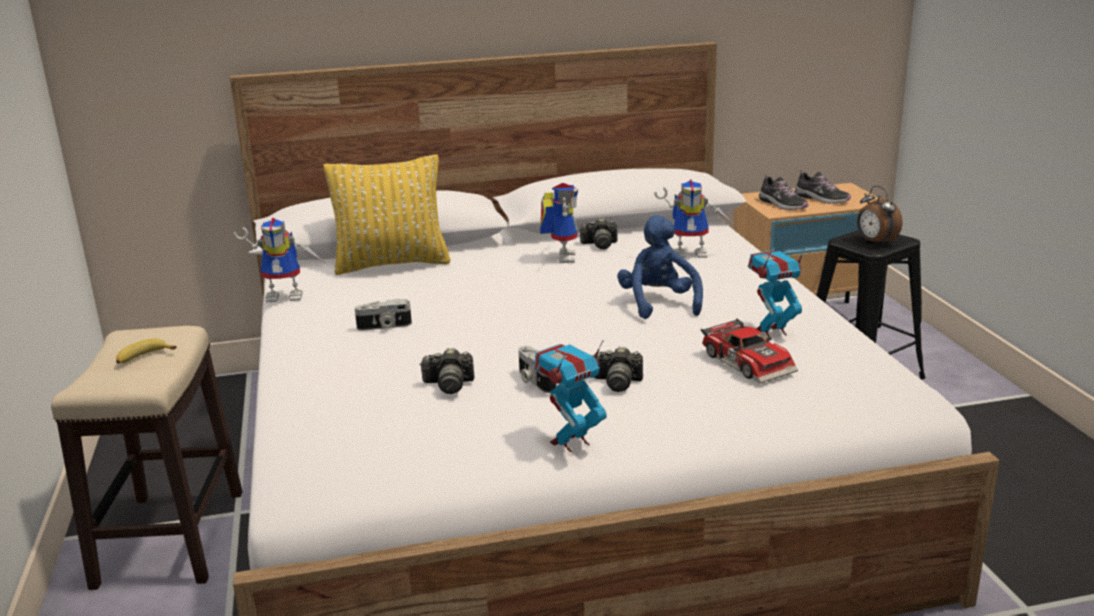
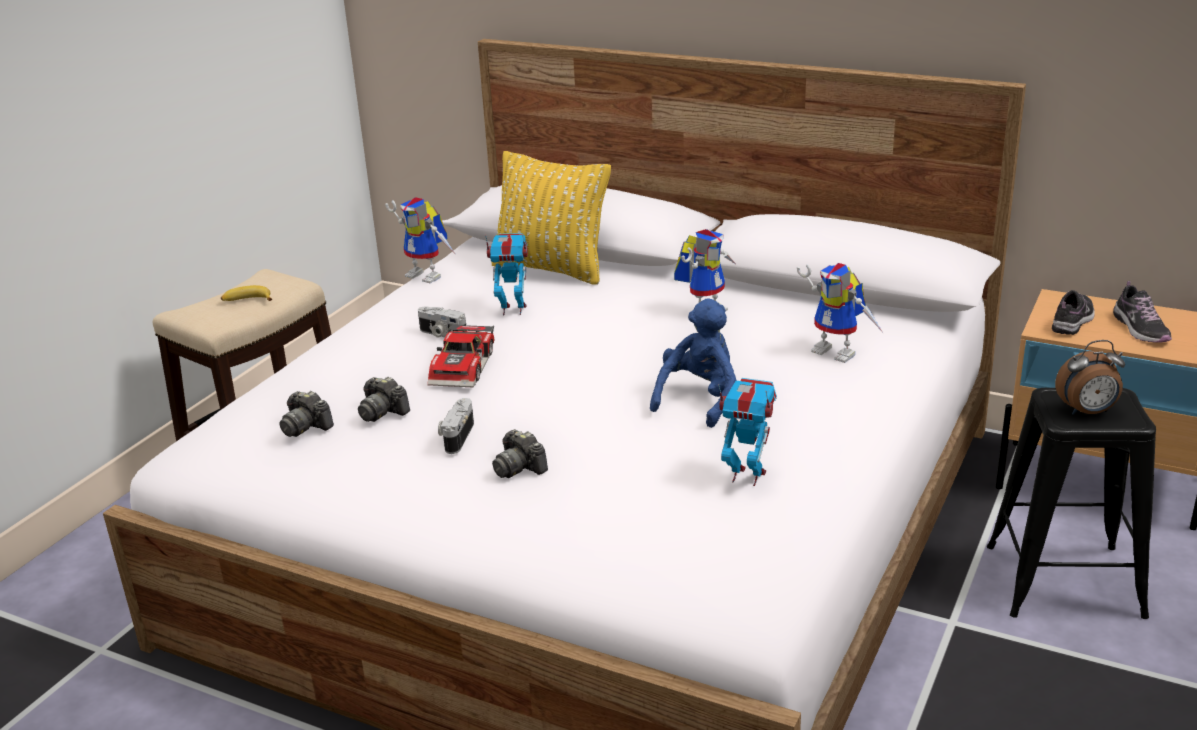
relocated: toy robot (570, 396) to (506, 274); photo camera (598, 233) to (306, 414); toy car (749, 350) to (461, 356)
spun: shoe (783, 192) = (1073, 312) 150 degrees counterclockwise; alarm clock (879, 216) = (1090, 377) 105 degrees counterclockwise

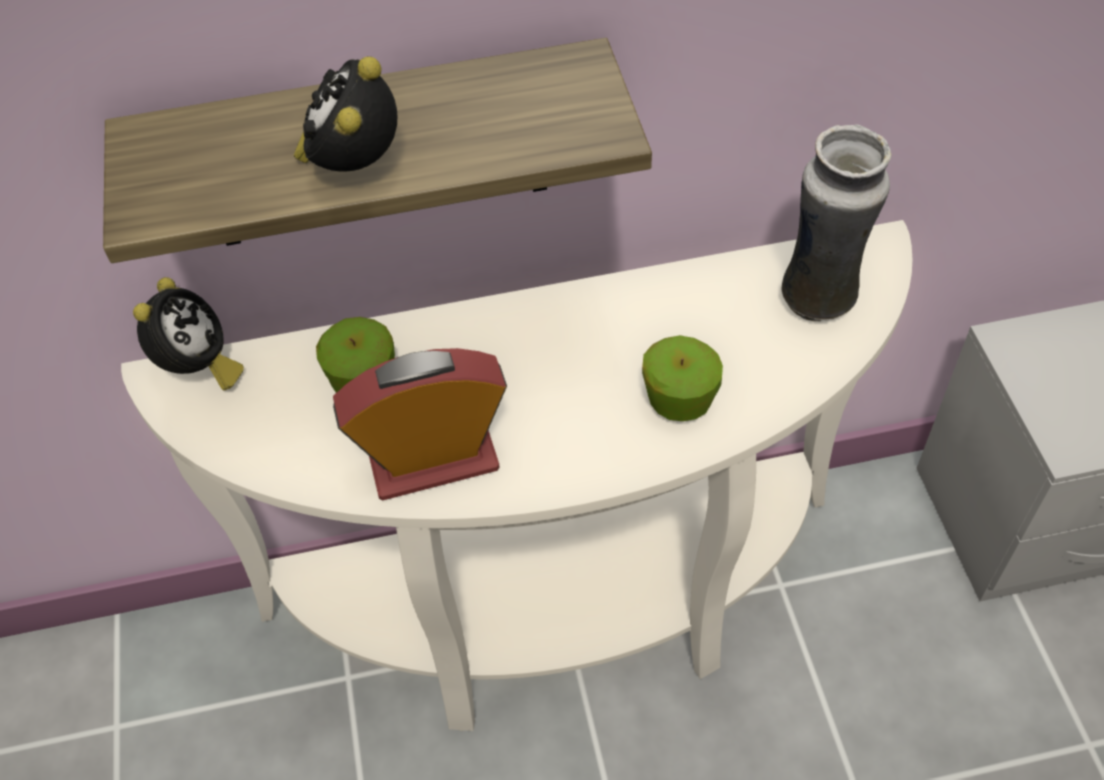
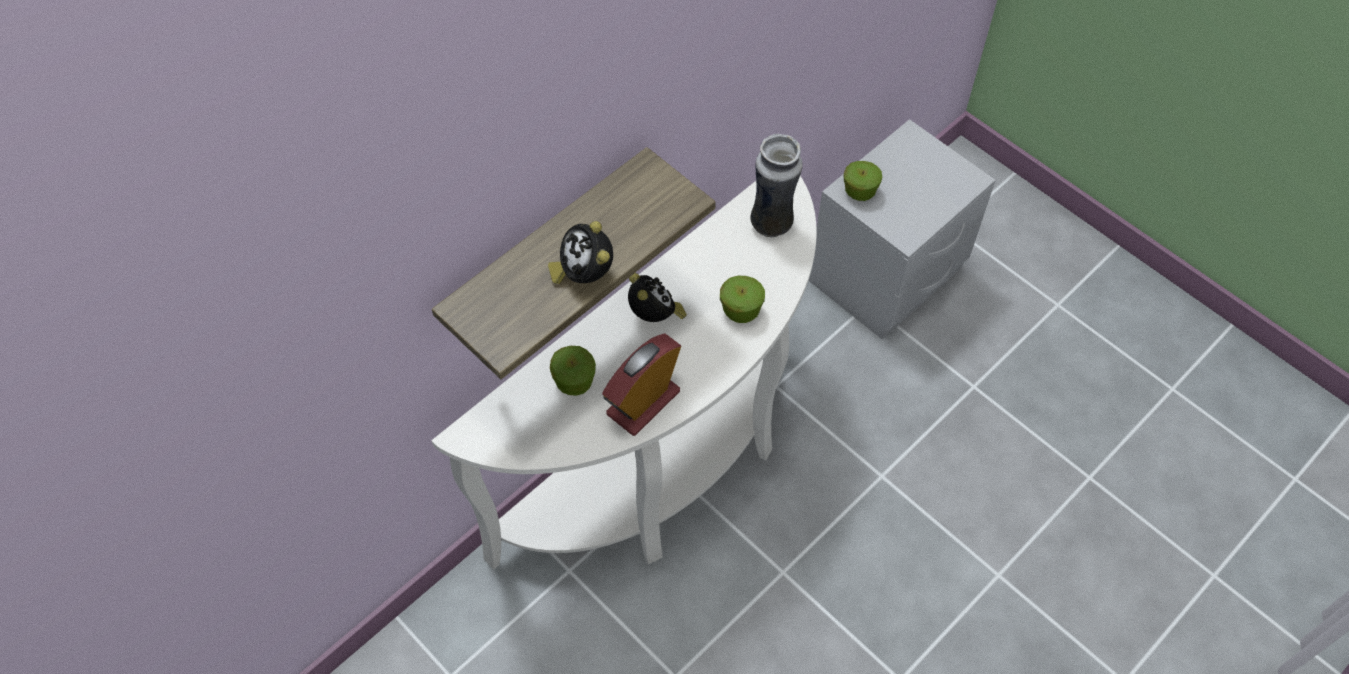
appeared: apple (862, 181)
relocated: alarm clock (188, 333) to (657, 297)

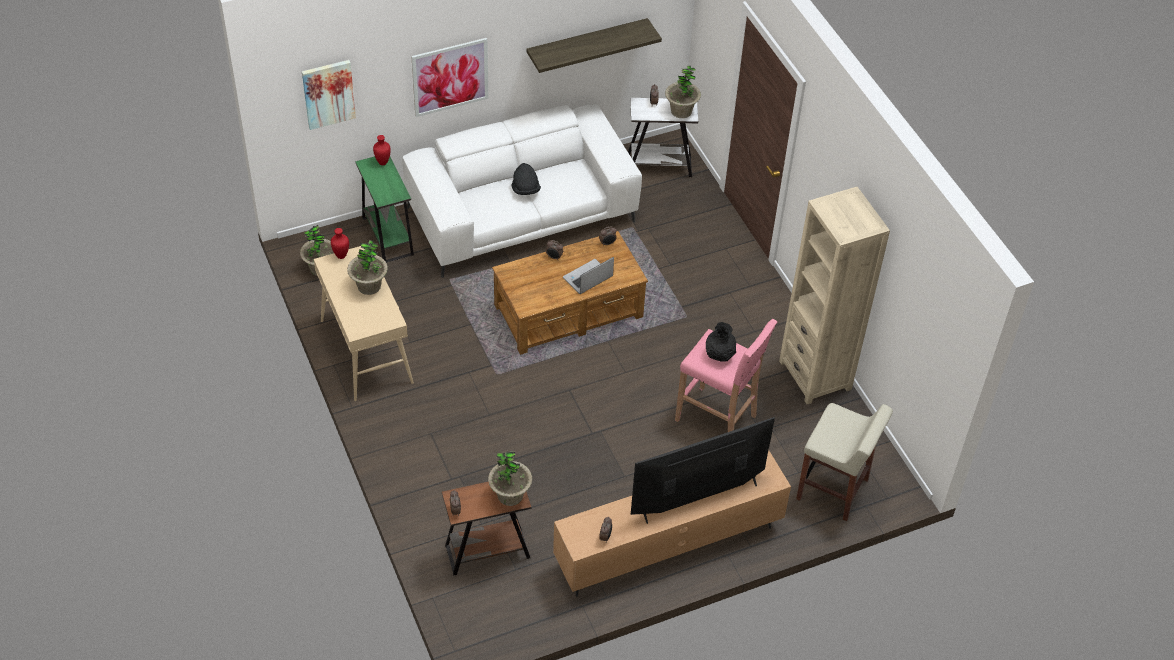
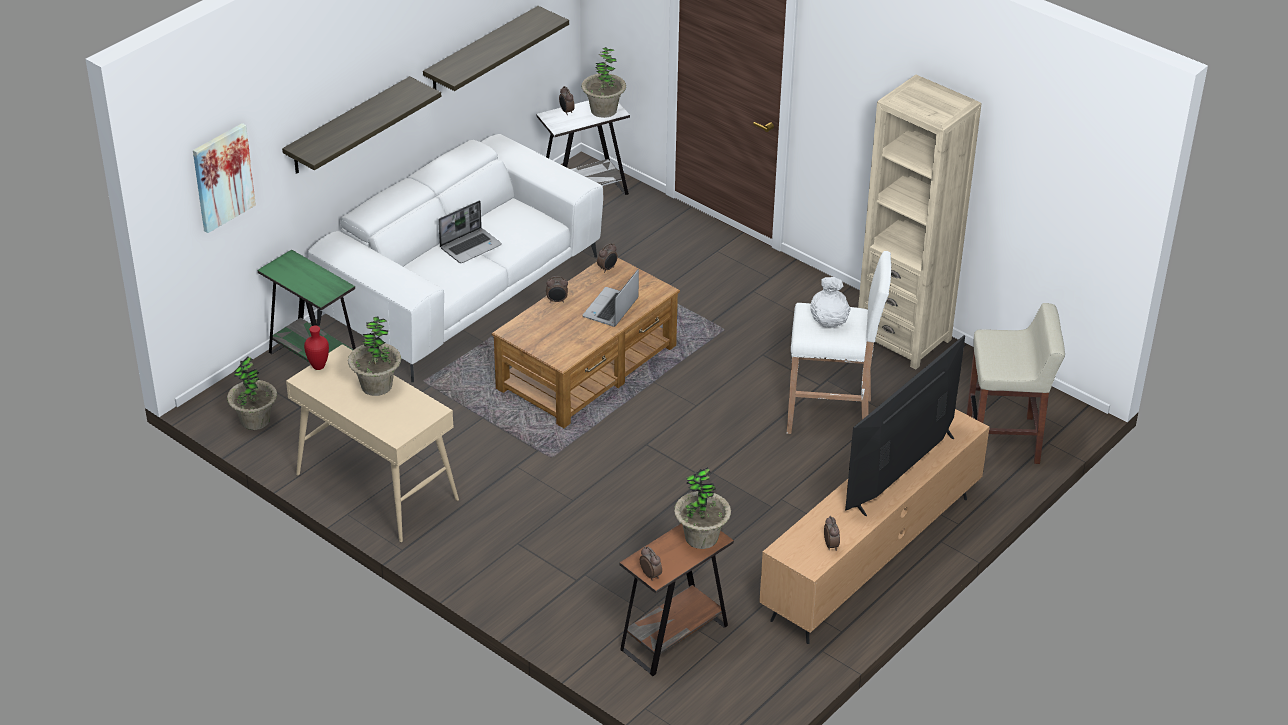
missing: red vase (382, 150)
exchanged: picture (449, 77) to shelf (361, 125); black hat (526, 179) to laptop (470, 232)
colour: pink stool (726, 375) to white stool (839, 342); black vase (721, 342) to white vase (830, 302)

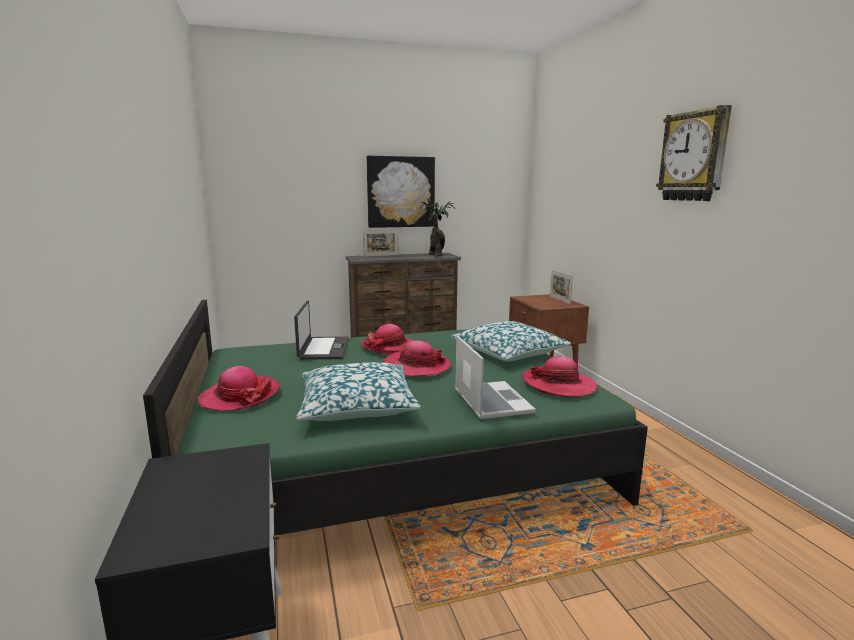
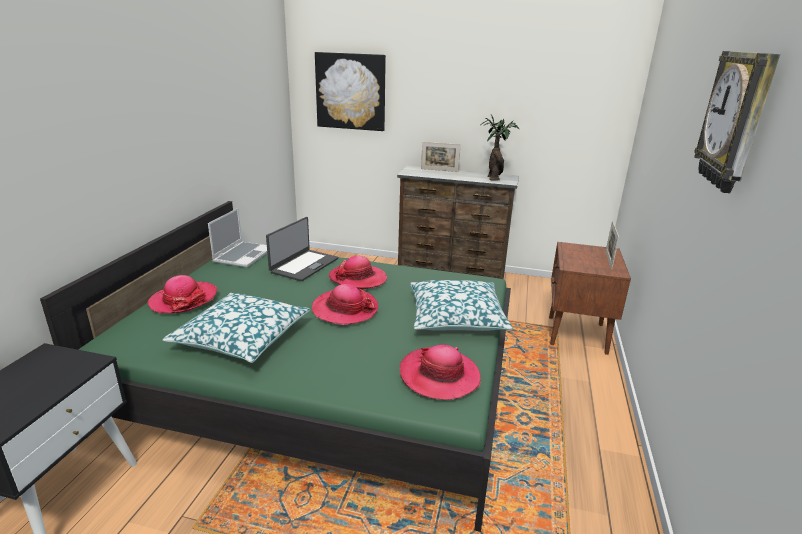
relocated: picture (400, 192) to (350, 91); laptop (495, 377) to (237, 237)

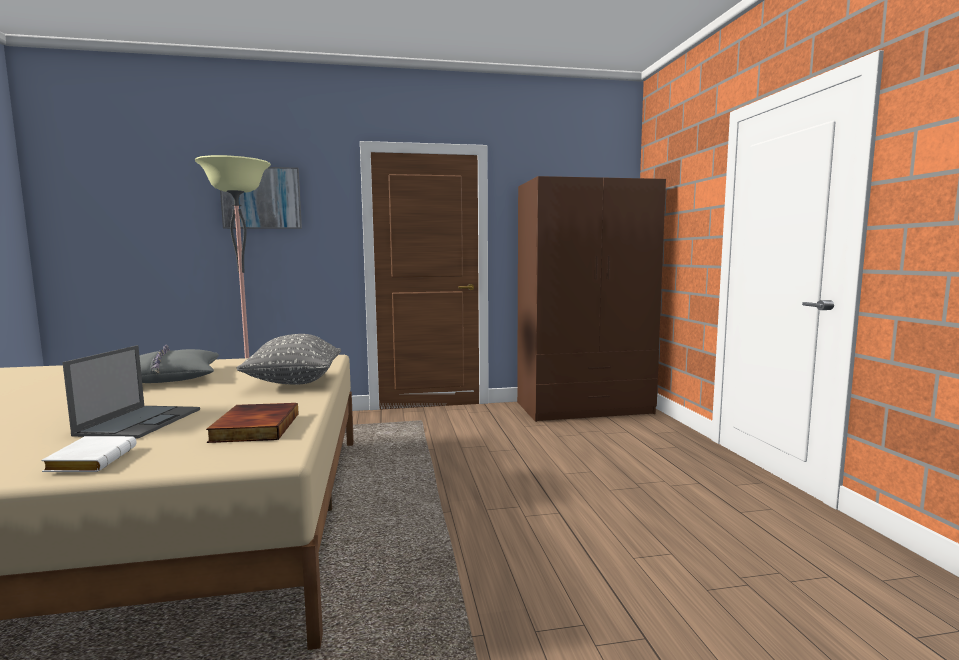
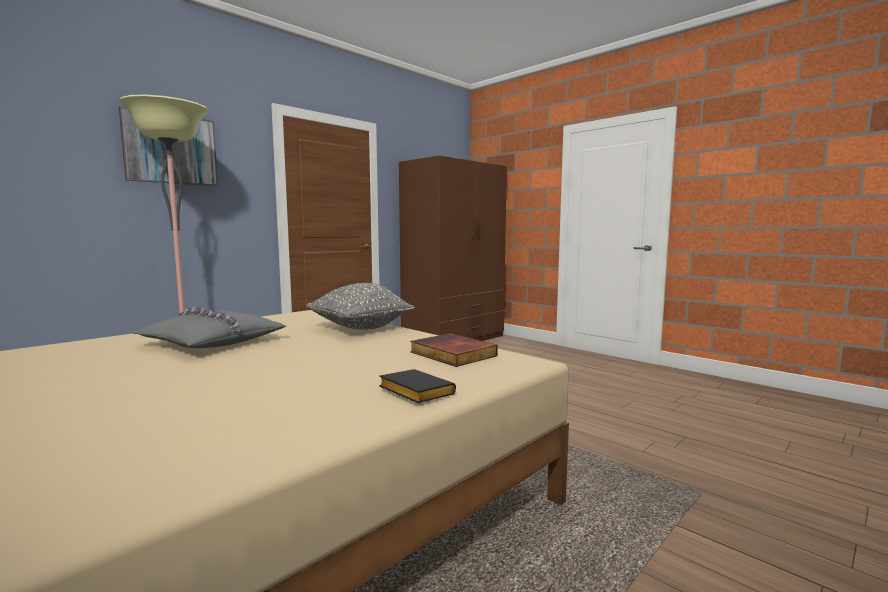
missing: laptop (131, 391)
colour: white book (88, 454) to black book (417, 386)

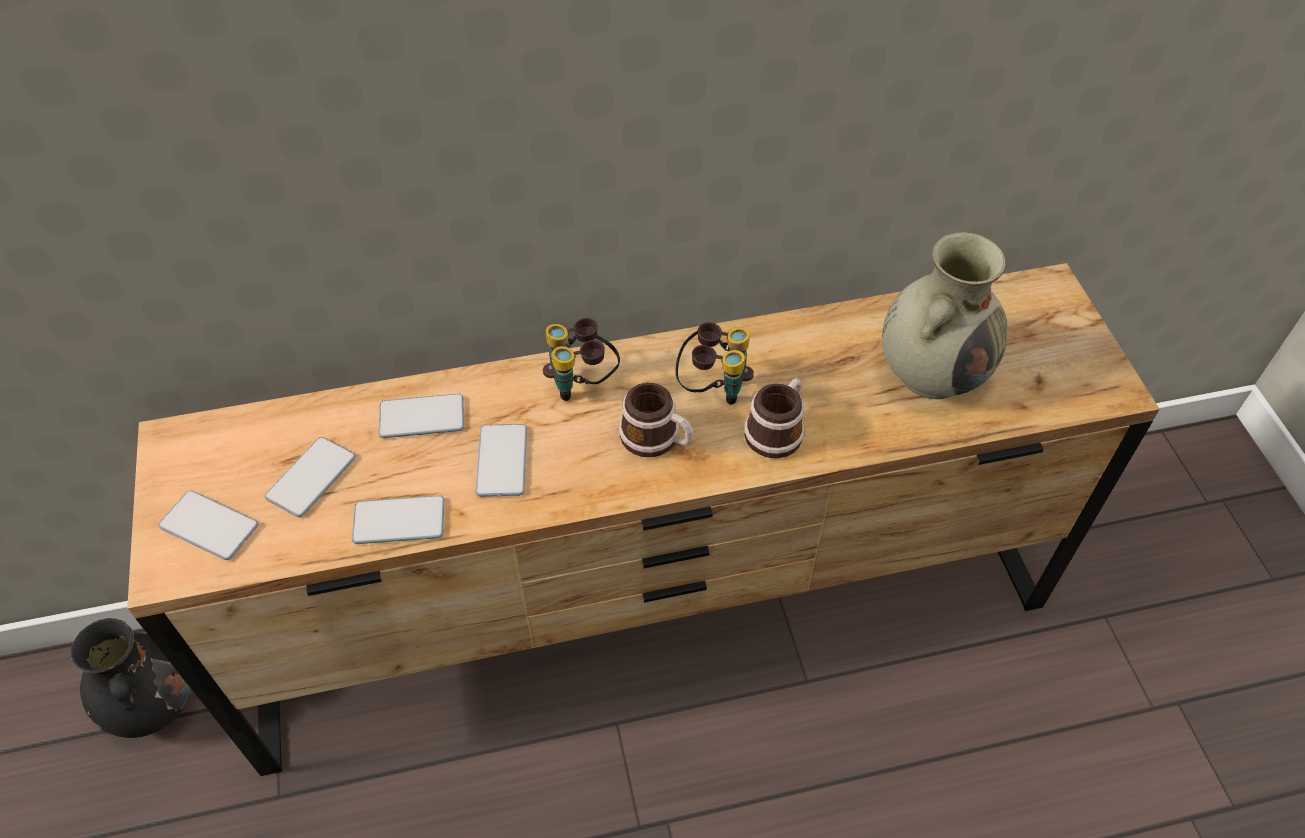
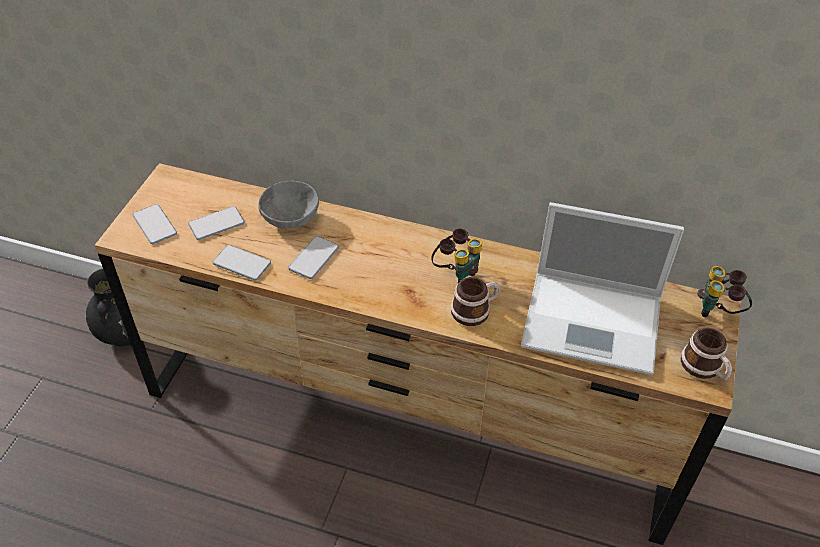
relocated: binoculars (581, 359) to (724, 291); mug (656, 420) to (706, 354)
exchanged: phone (421, 415) to grey bowl (288, 205); beige vase (945, 315) to laptop (602, 288)

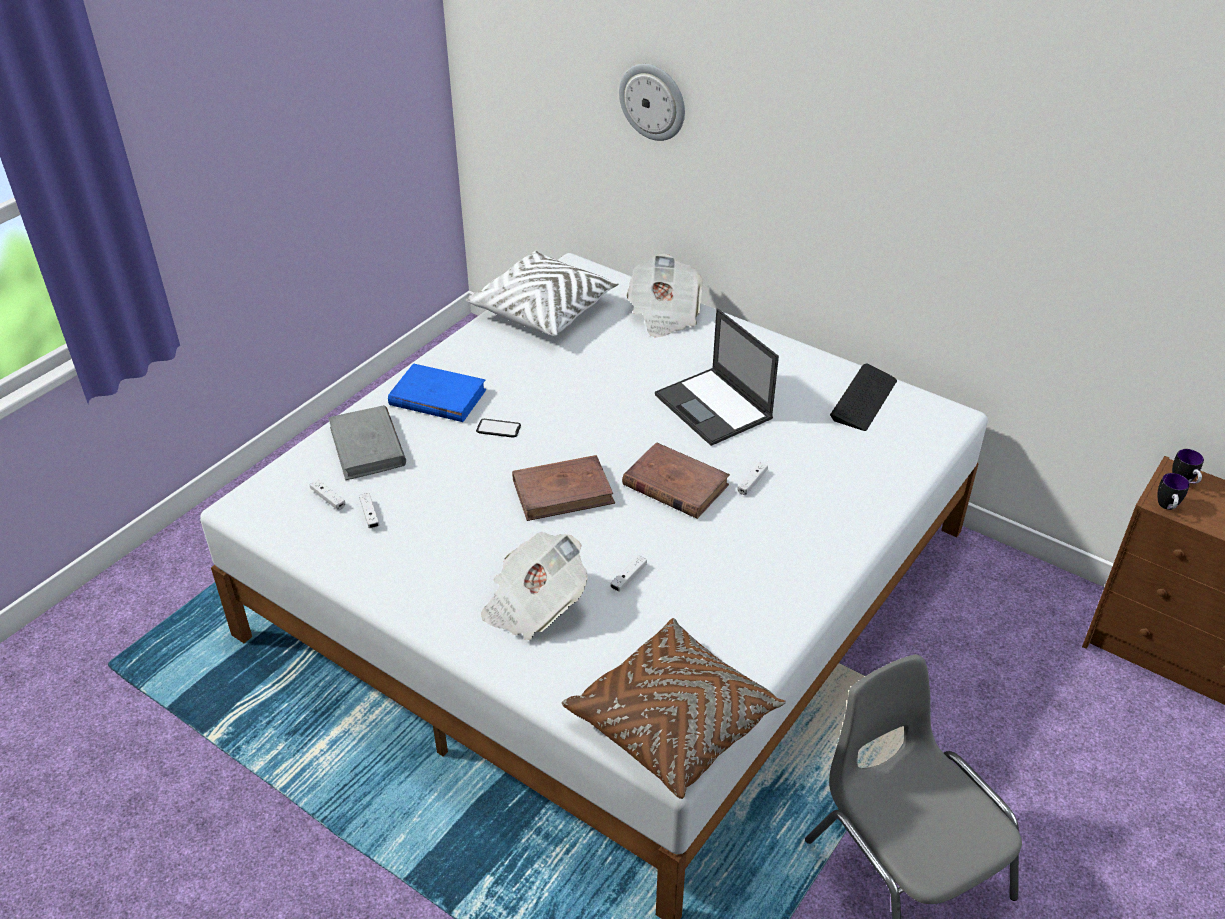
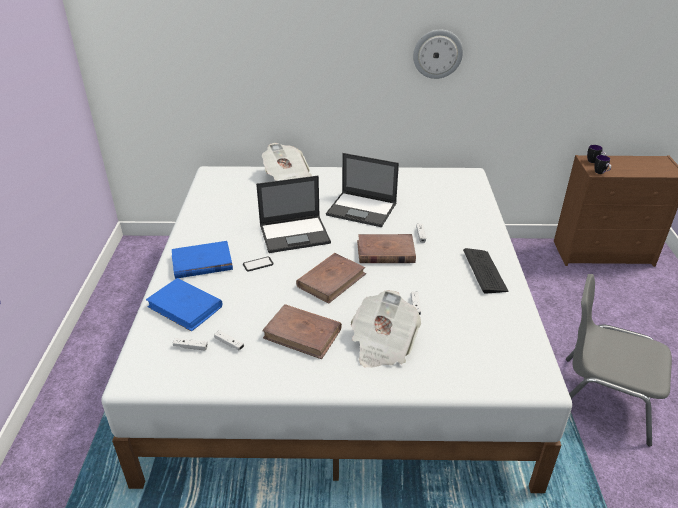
missing: white pillow (542, 293); brown pillow (674, 708)
appeared: laptop (293, 214); brown book (302, 331)
relocated: wall clock (652, 102) to (438, 54); keyboard (863, 397) to (485, 271)
colour: grey book (367, 442) to blue book (184, 305)

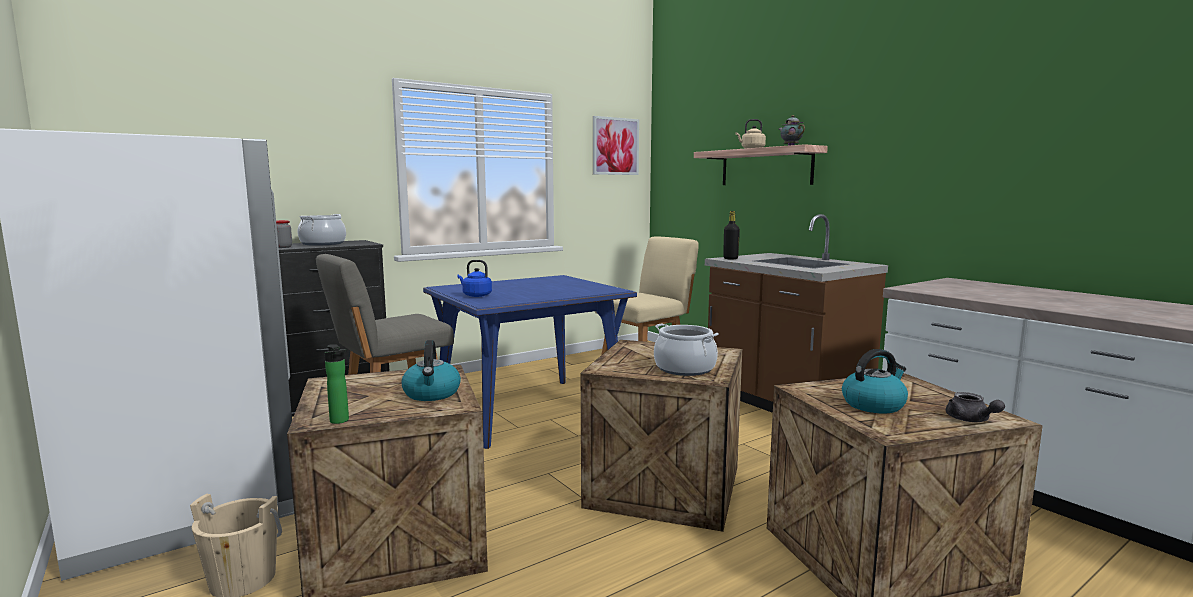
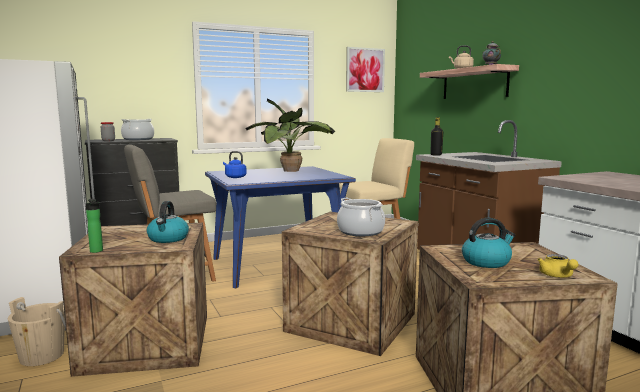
appeared: potted plant (290, 135)
colour: grey teapot (975, 407) to yellow teapot (558, 266)

